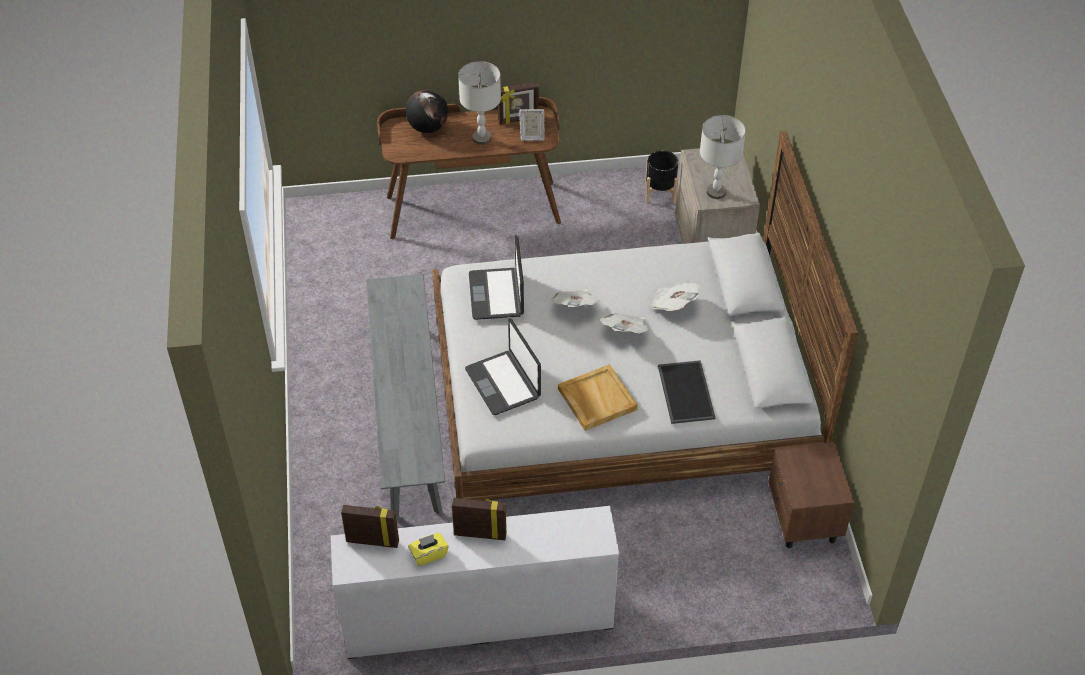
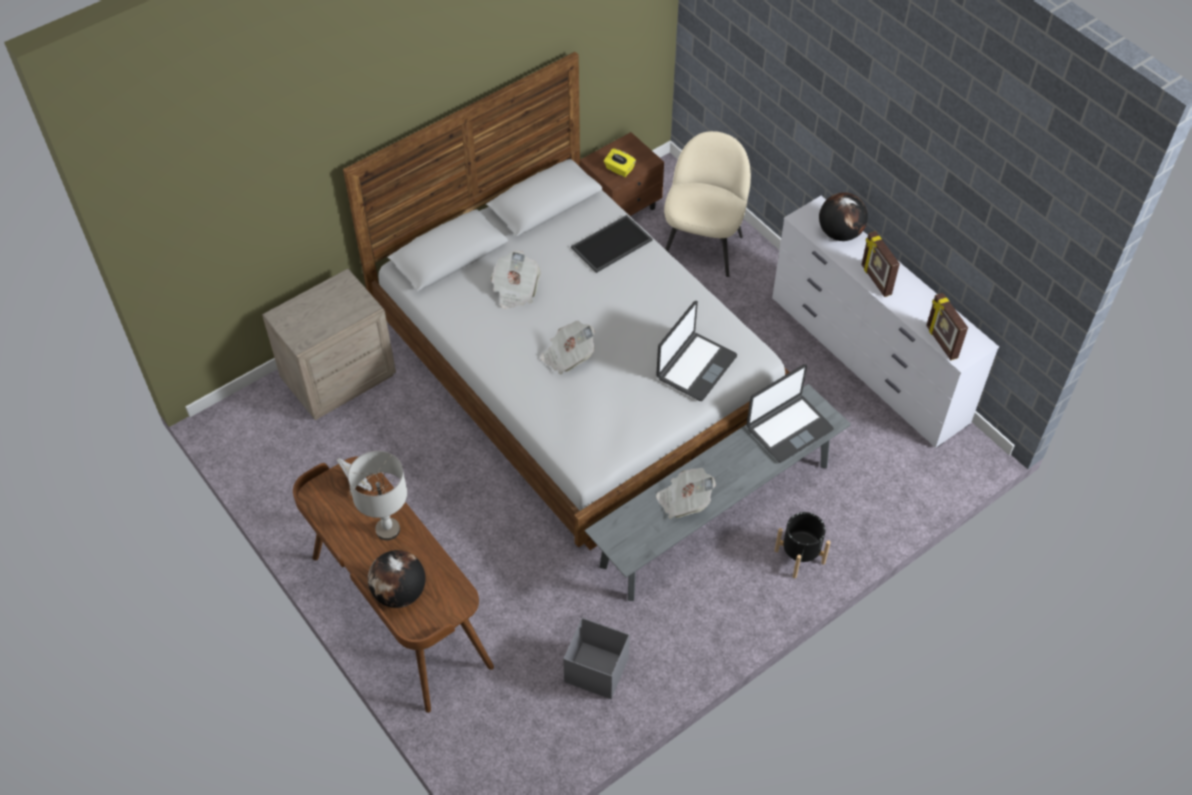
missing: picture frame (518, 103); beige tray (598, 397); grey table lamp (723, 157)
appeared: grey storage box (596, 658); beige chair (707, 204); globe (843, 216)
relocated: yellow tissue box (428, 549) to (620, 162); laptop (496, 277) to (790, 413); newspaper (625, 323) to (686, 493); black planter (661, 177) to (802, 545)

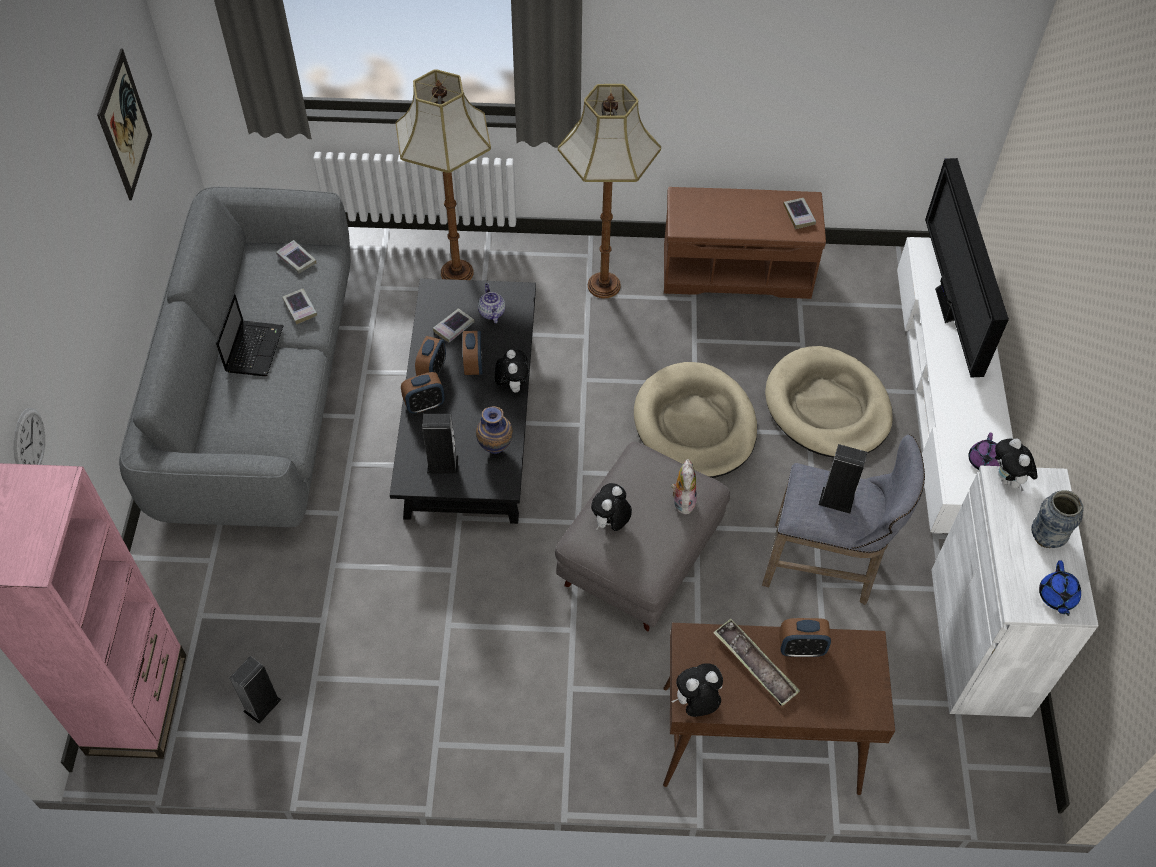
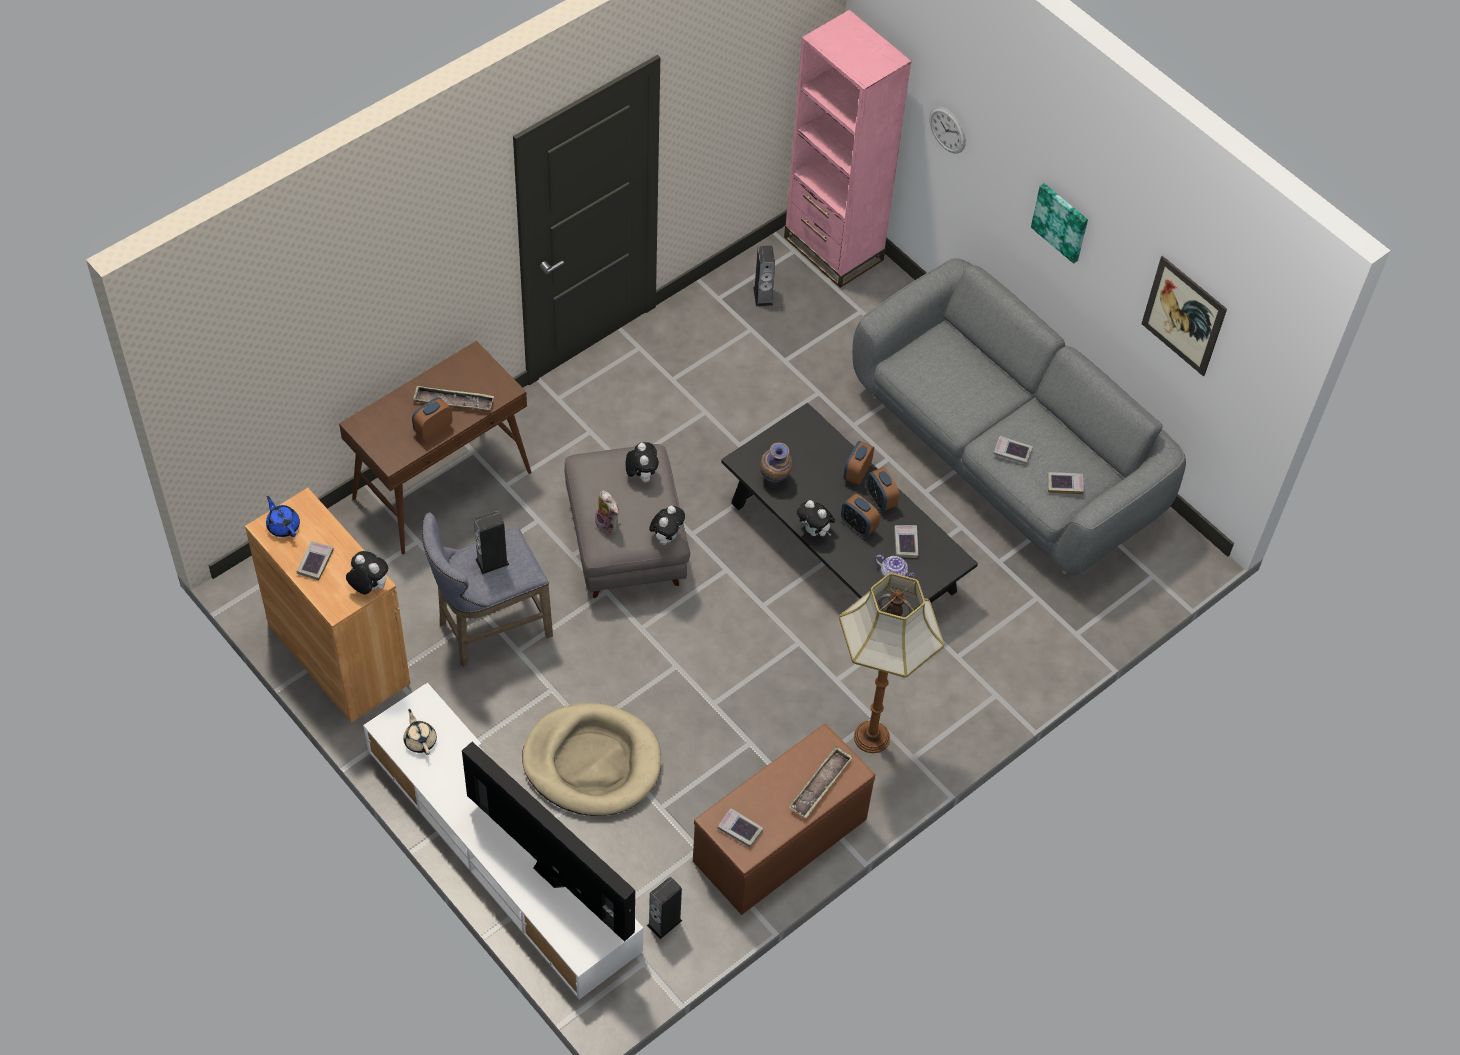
missing: laptop (250, 334); floor lamp (443, 174); beige dog bed (695, 420)
appeared: tray (821, 782); picture (1059, 223)
relocated: speaker (440, 444) to (665, 907); plush toy (697, 690) to (667, 525)
exchanged: vase (1057, 519) to book (315, 561)
colour: white cabinet (1015, 591) to brown cabinet (327, 605); purple teapot (984, 451) to beige teapot (420, 732)

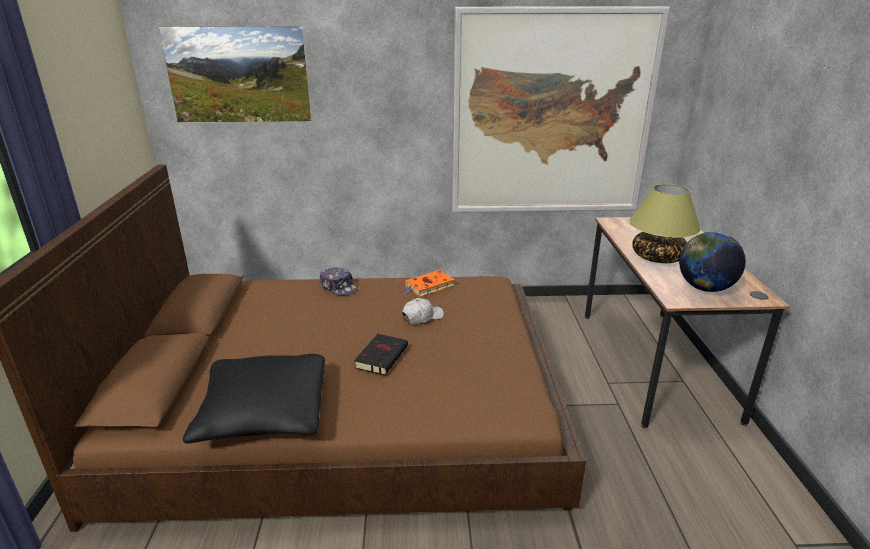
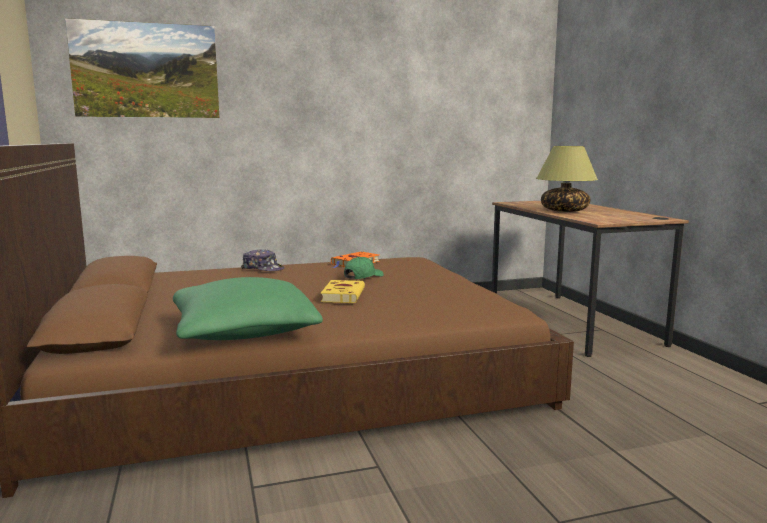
missing: picture (561, 109); globe (712, 262)
colour: black pillow (254, 399) to green pillow (248, 308); black book (381, 354) to yellow book (342, 291); white cap (423, 311) to green cap (364, 268)

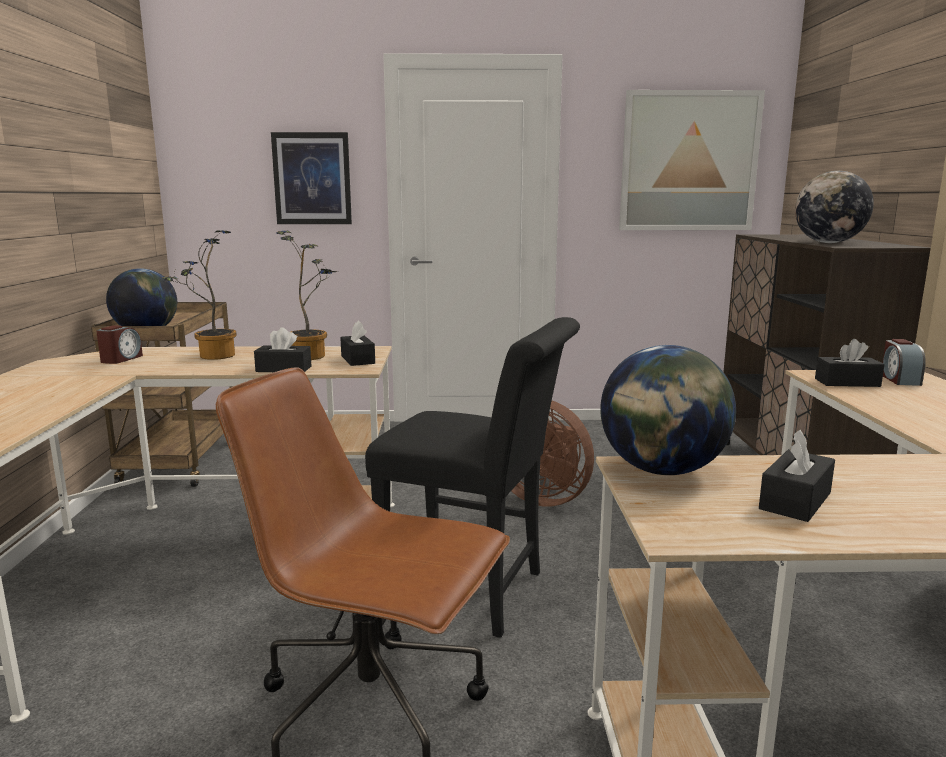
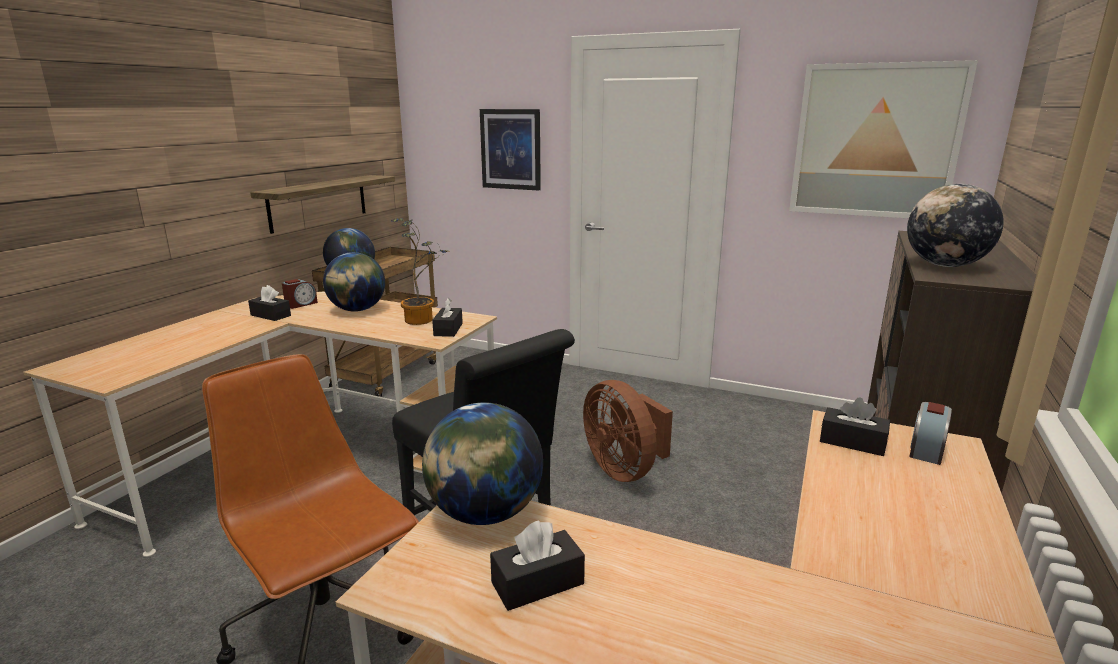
appeared: shelf (322, 204)
relocated: black tissue box (282, 349) to (269, 303)
exchanged: potted plant (199, 295) to globe (354, 282)

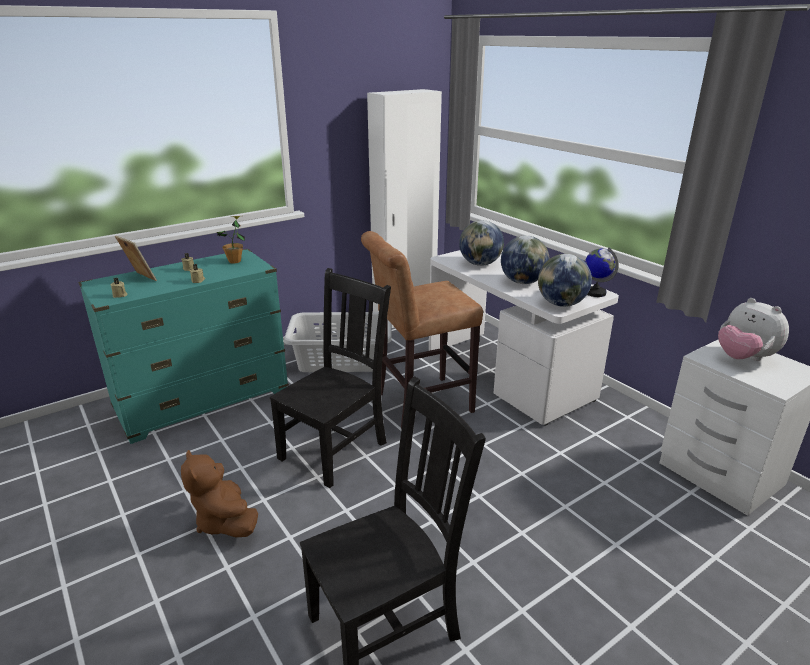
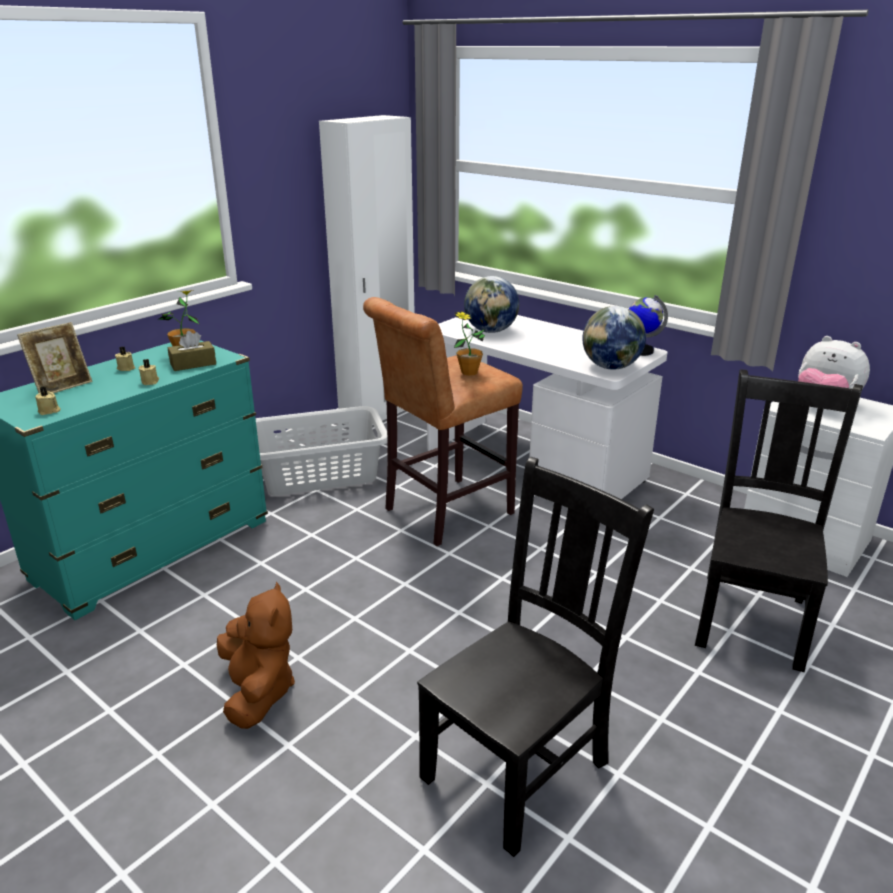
missing: globe (525, 259)
appeared: brown tissue box (192, 351); potted plant (469, 343)
relocated: black chair (330, 378) to (779, 521)
spun: picture frame (136, 258) = (54, 357) 105 degrees clockwise; brown plush toy (219, 493) = (256, 655) 150 degrees counterclockwise

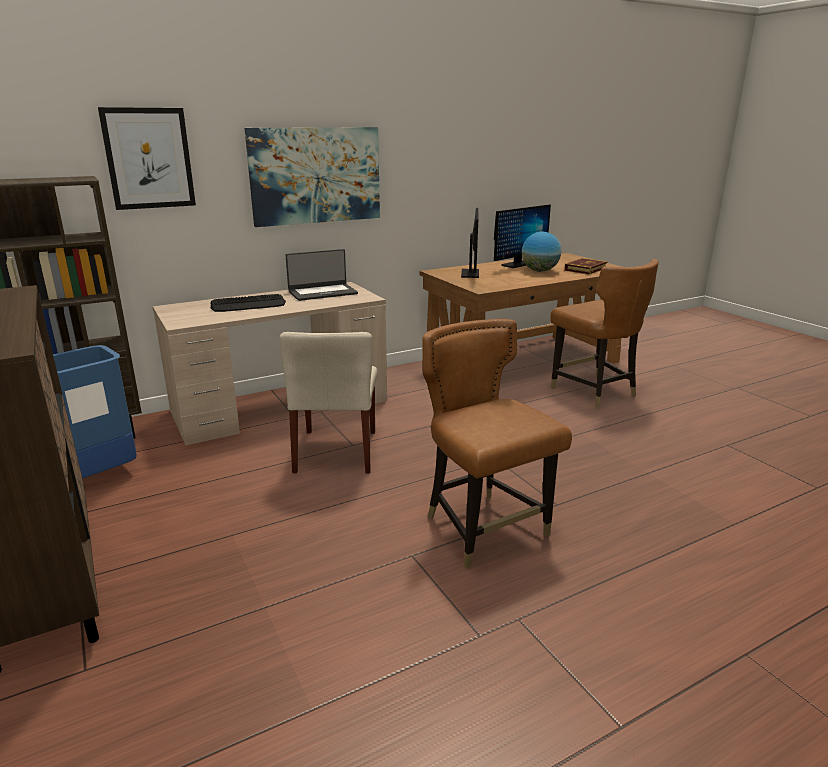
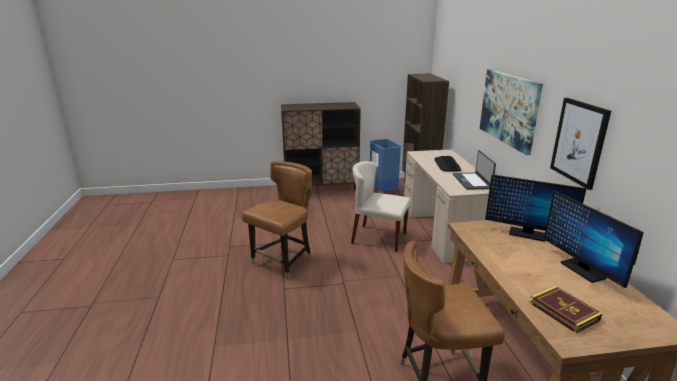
missing: globe (541, 252)
relocated: picture (147, 158) to (580, 144)
spun: brown chair (497, 443) = (277, 220) 45 degrees counterclockwise

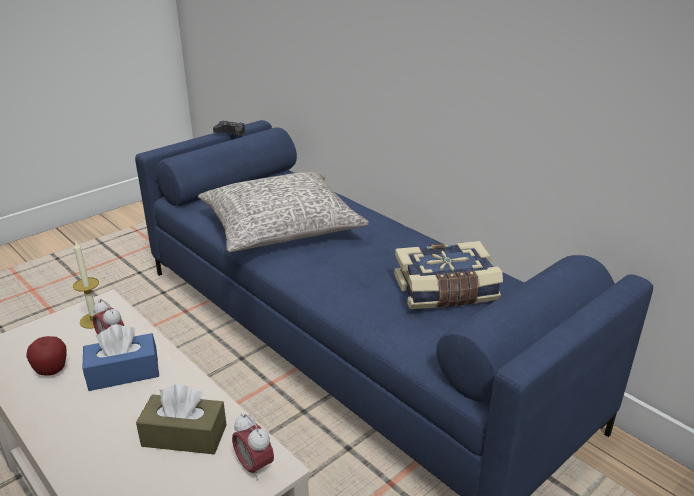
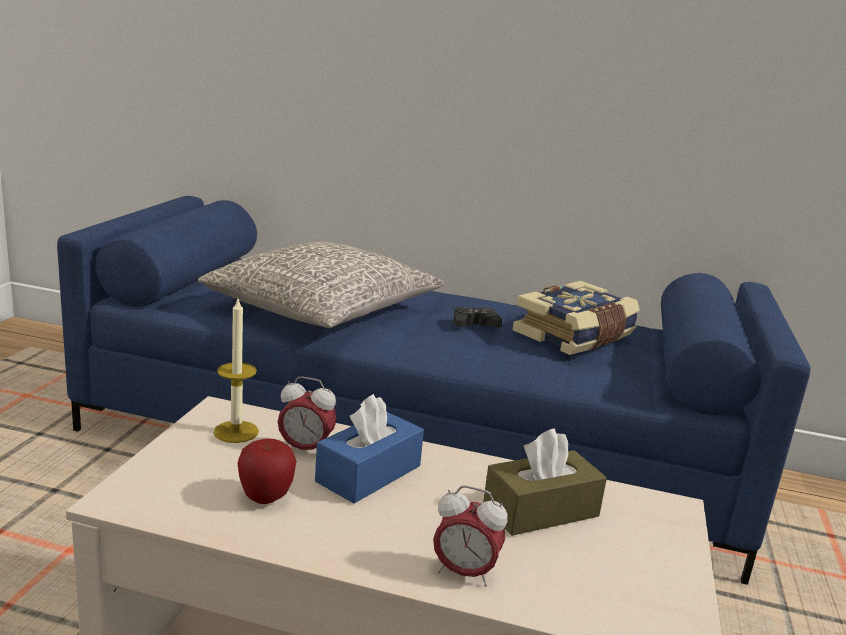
relocated: black game controller (229, 128) to (478, 317); alarm clock (253, 447) to (470, 536)

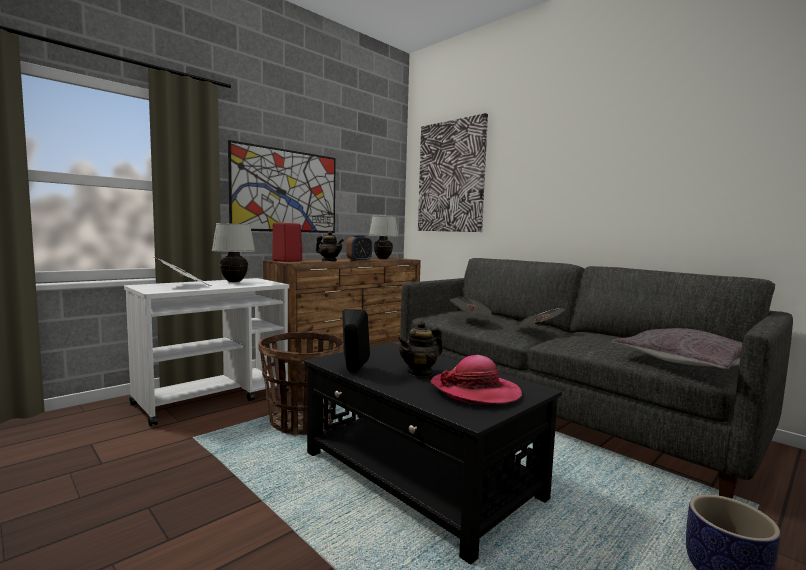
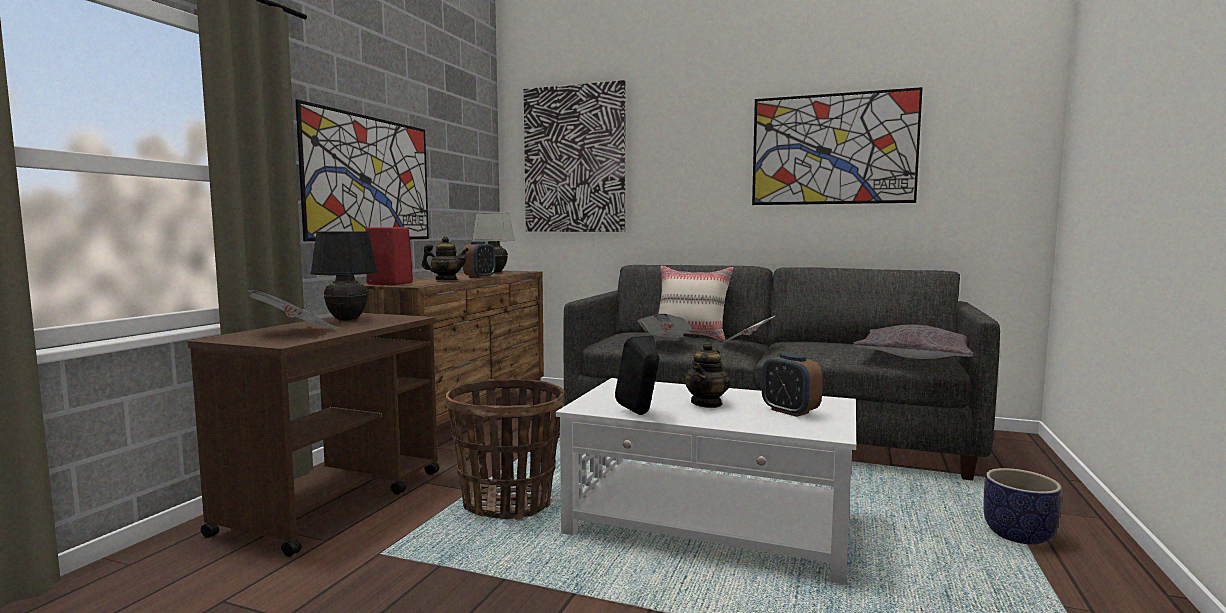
appeared: beige pillow (695, 303); picture (837, 146)
exchanged: hat (476, 379) to alarm clock (792, 385)
colour: white cart (206, 352) to brown cart (313, 435); white table lamp (233, 252) to black table lamp (344, 276); black coffee table (433, 453) to white coffee table (706, 481)

